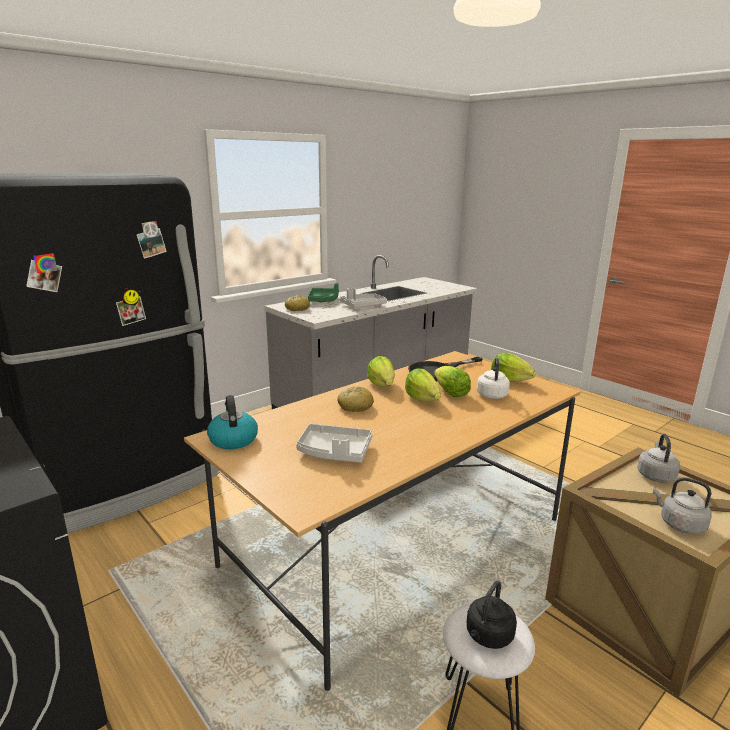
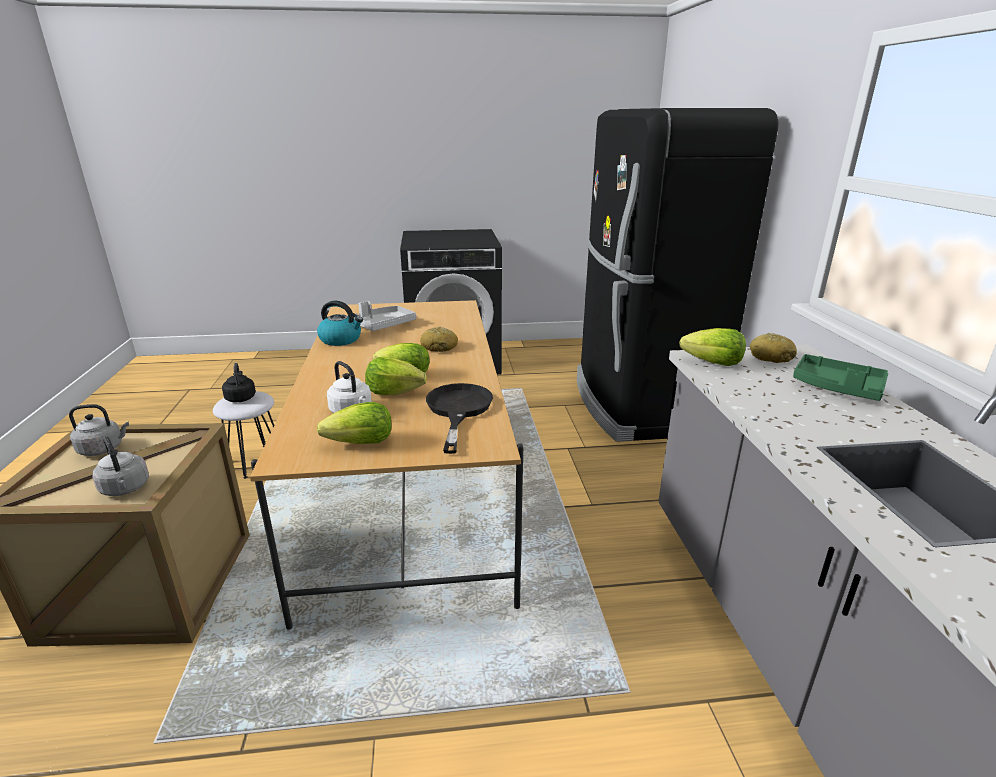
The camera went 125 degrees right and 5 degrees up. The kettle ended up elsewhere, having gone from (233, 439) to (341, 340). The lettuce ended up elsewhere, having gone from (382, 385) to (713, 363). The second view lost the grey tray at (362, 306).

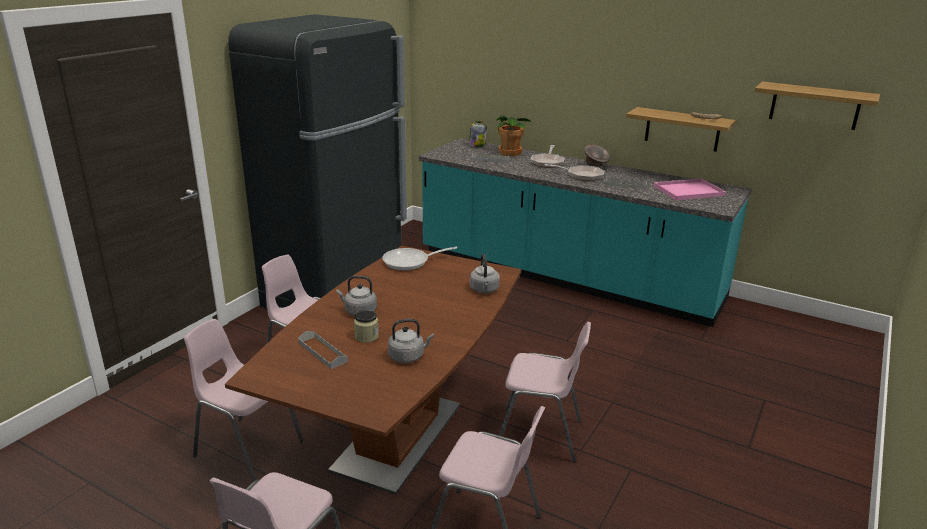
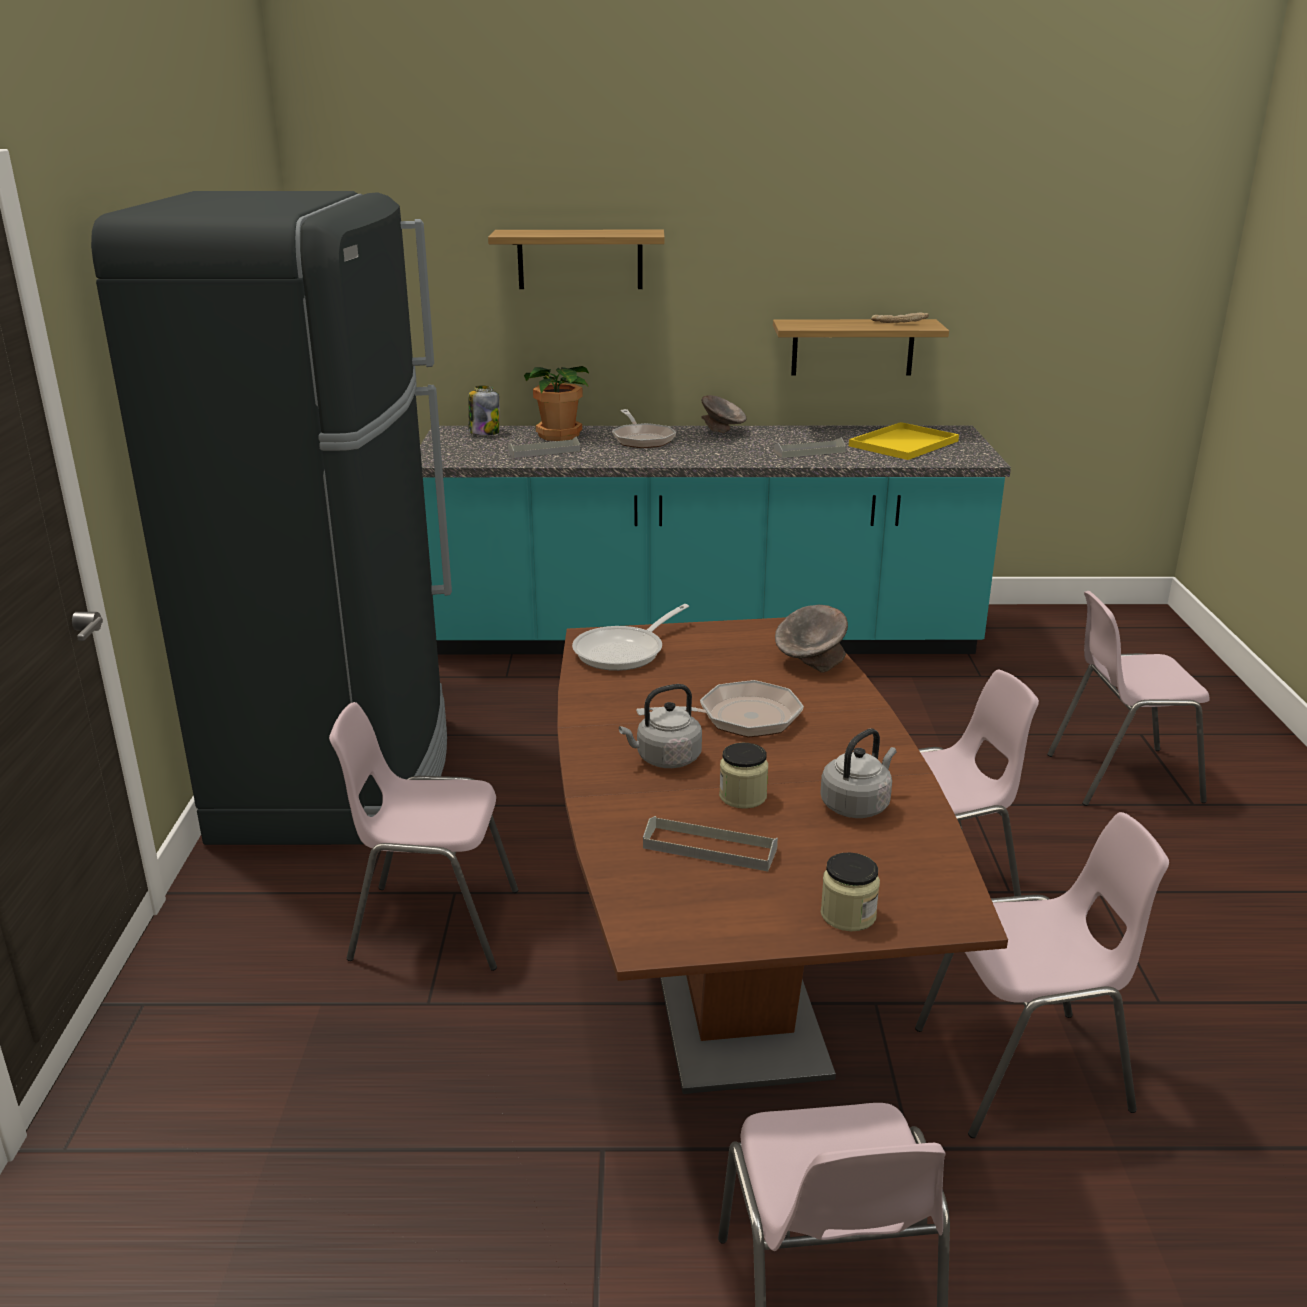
The camera went 30 degrees left and 0 degrees up. The shelf ended up elsewhere, having gone from (814, 105) to (580, 259). The frying pan ended up elsewhere, having gone from (581, 175) to (740, 718). Where the grey kettle stood at (484, 290), the grey bowl came to stand at (810, 663). The second view gained the jar at (848, 915). What was the pink tray at (689, 190) turned into the yellow tray at (904, 443). The pink chair ended up elsewhere, having gone from (247, 449) to (1120, 777).

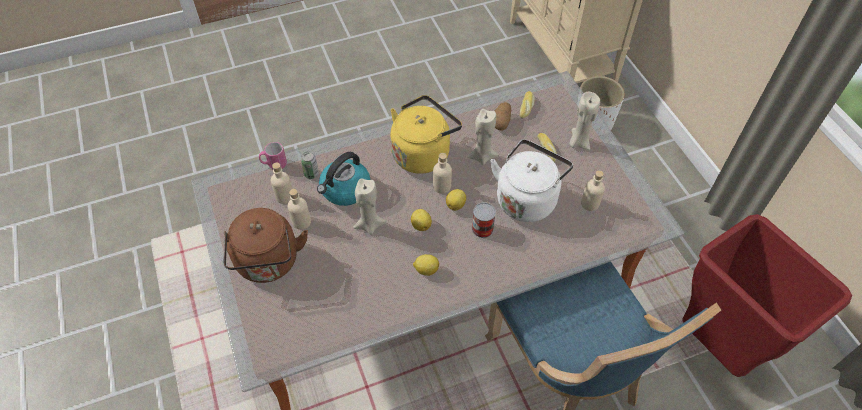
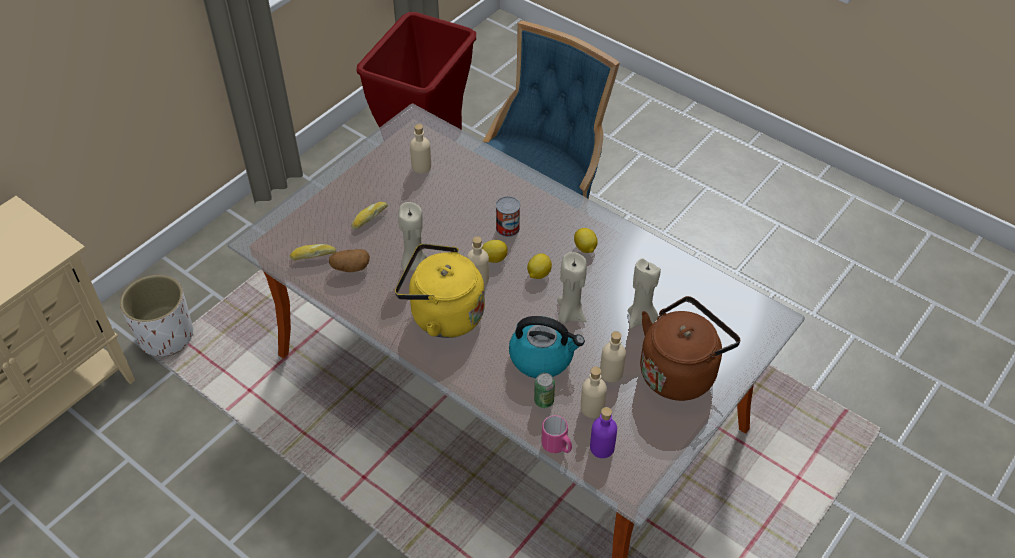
The camera went 120 degrees left and 5 degrees down. The second view gained the purple bottle at (602, 448). The beige candle ended up elsewhere, having gone from (578, 142) to (641, 318). The second view lost the white kettle at (527, 198).

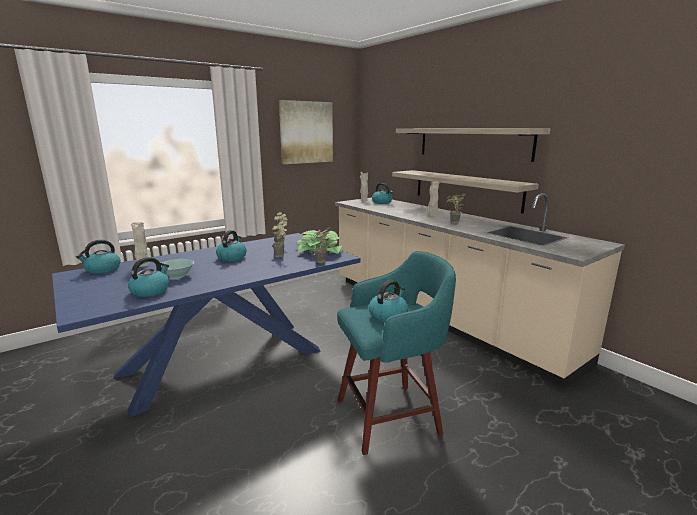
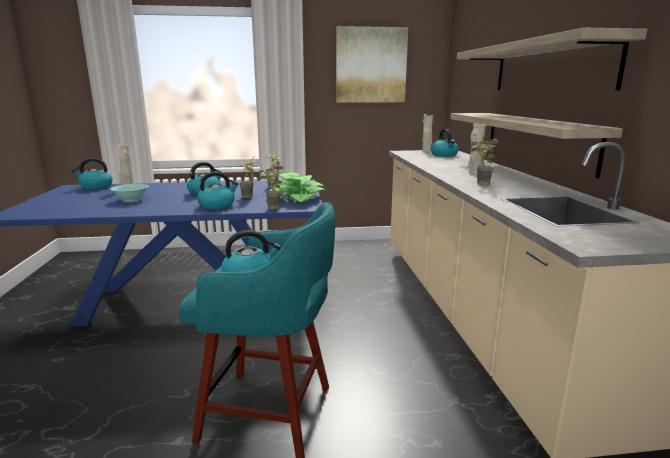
The camera went 30 degrees right and 0 degrees up. The kettle ended up elsewhere, having gone from (150, 291) to (217, 205).

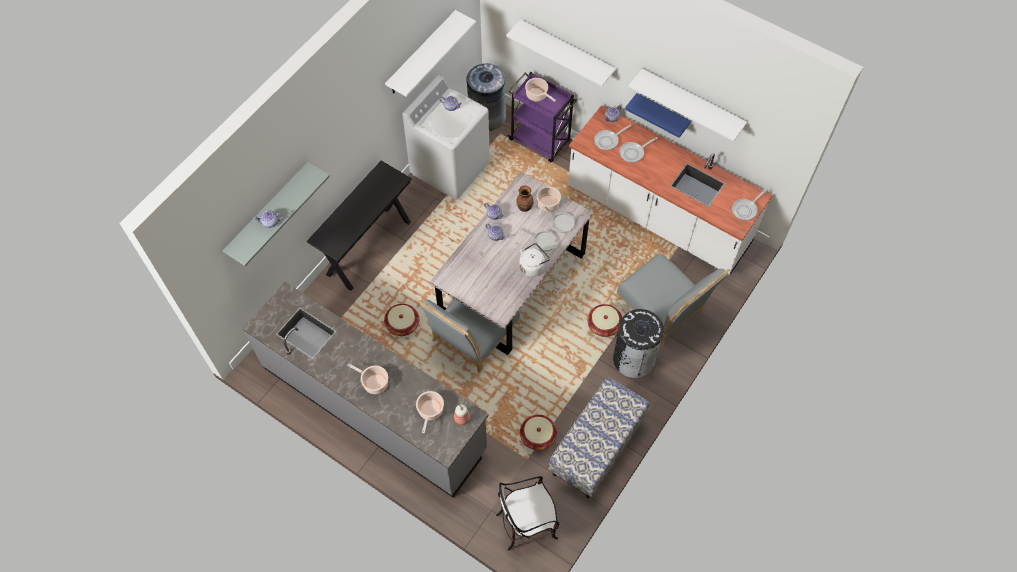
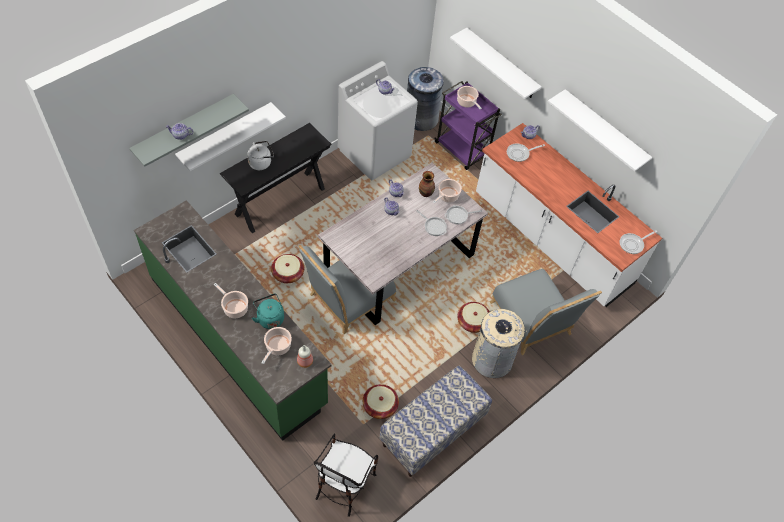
The camera went 10 degrees right and 5 degrees down. What was the grey counter at (374, 408) turned into the green counter at (237, 339). The white shelf ended up elsewhere, having gone from (421, 53) to (225, 135). The white kettle ended up elsewhere, having gone from (533, 266) to (261, 162). The second view gained the turquoise kettle at (270, 318). The chair at (527, 523) ended up facing another way, 60 degrees counterclockwise from before. What was the black trash can at (634, 358) turned into the beige trash can at (492, 359). The second view lost the frying pan at (633, 153). The second view lost the blue shelf at (662, 114).

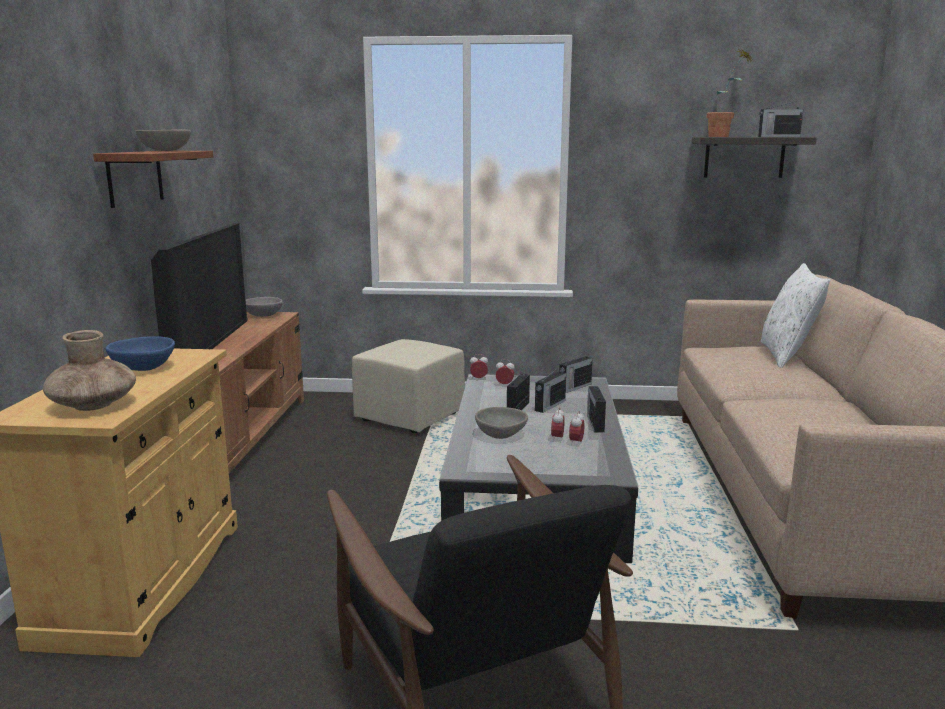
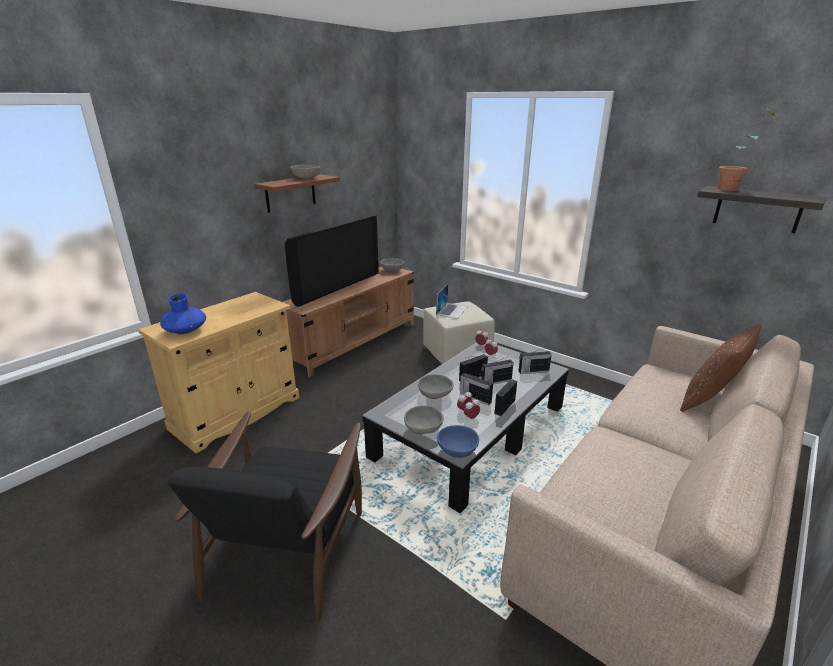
The camera went 35 degrees right and 10 degrees up. What was the brown vase at (94, 405) turned into the blue vase at (186, 330). The second view gained the grey bowl at (423, 429). The second view gained the laptop at (452, 310). The blue bowl ended up elsewhere, having gone from (144, 368) to (457, 451). The radio ended up elsewhere, having gone from (778, 136) to (475, 398). What was the white pillow at (787, 356) turned into the brown pillow at (710, 400).

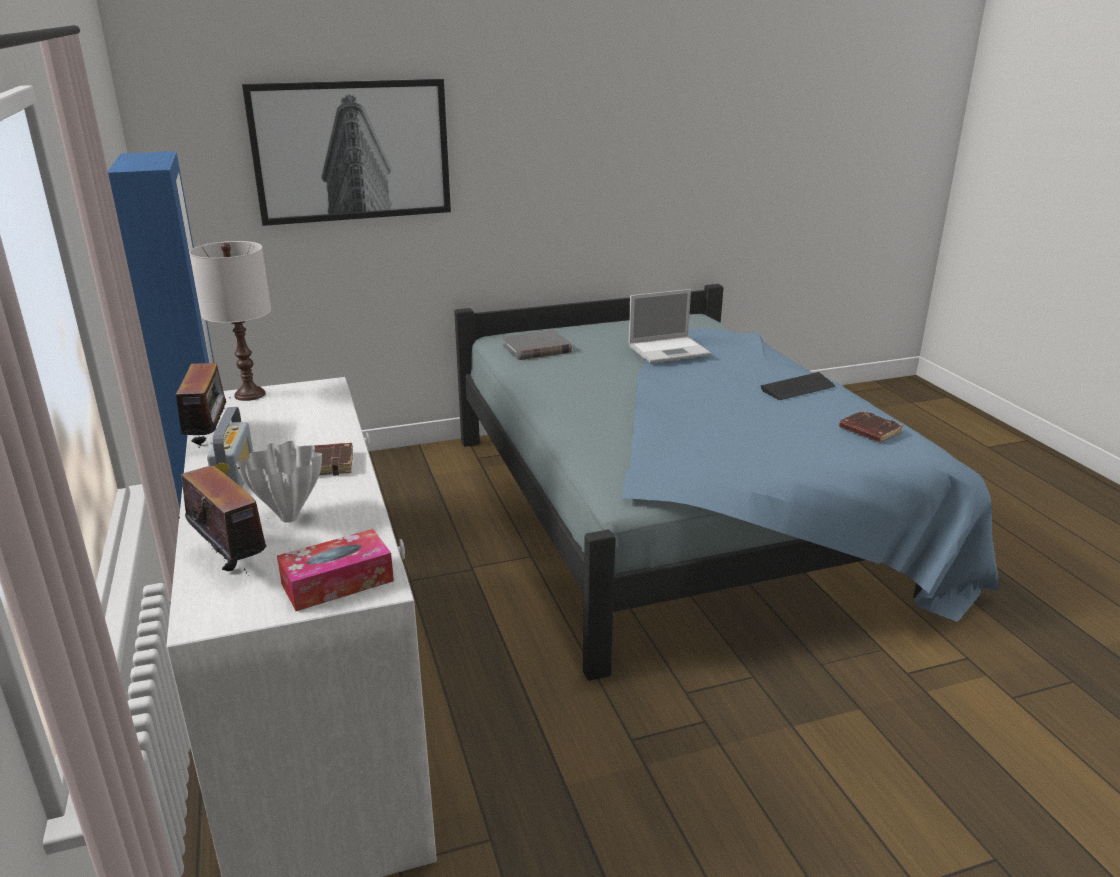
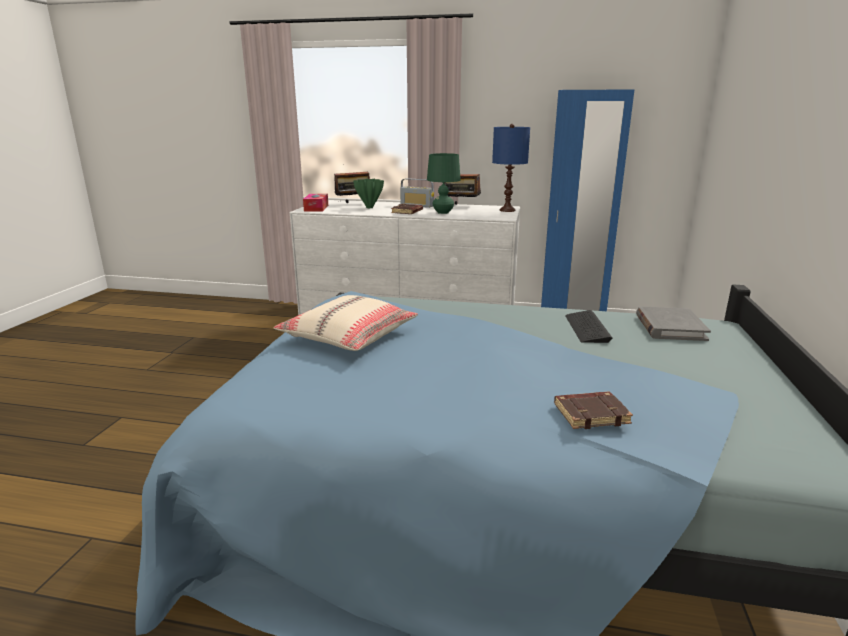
The camera went 120 degrees right and 5 degrees down. The second view gained the beige pillow at (348, 336). What was the white vase at (290, 518) turned into the green vase at (369, 207). The second view gained the green table lamp at (443, 212). What was the white table lamp at (249, 394) turned into the blue table lamp at (507, 210). The brown book ended up elsewhere, having gone from (868, 431) to (591, 414). The keyboard ended up elsewhere, having gone from (798, 388) to (587, 328). The second view lost the picture at (352, 151). The second view lost the laptop at (670, 350).

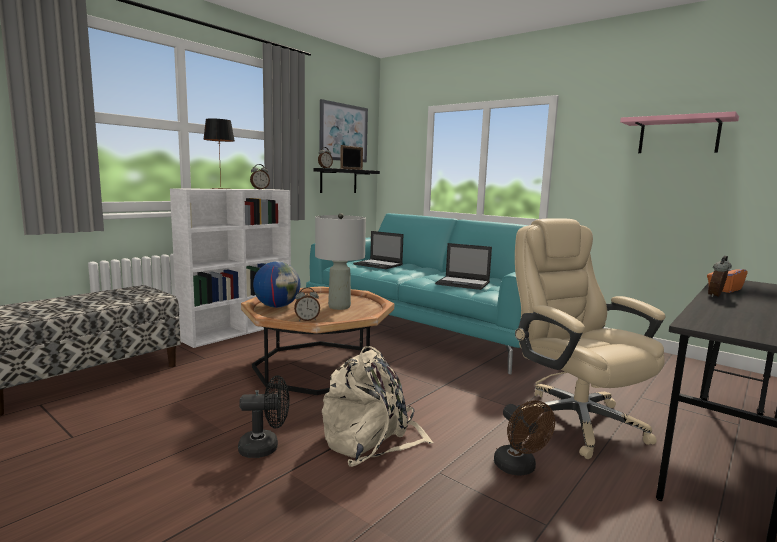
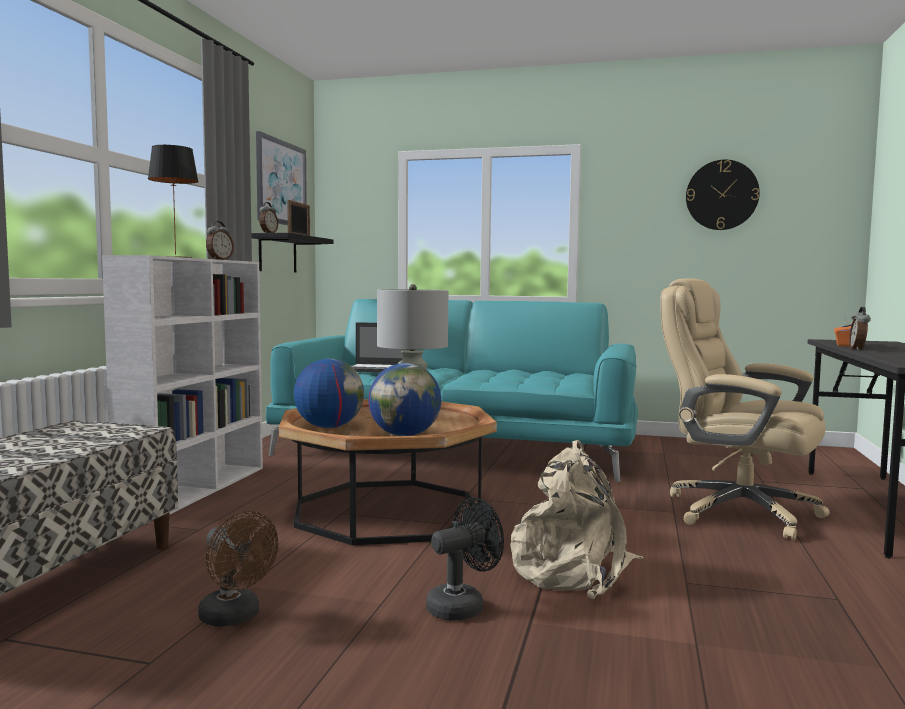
The camera went 25 degrees left and 5 degrees down. The brown fan ended up elsewhere, having gone from (519, 468) to (235, 617). Where the alarm clock stood at (307, 320), the globe came to stand at (405, 435). Where the pink shelf hung at (678, 136), the wall clock came to hang at (722, 195). The second view lost the laptop at (463, 283).

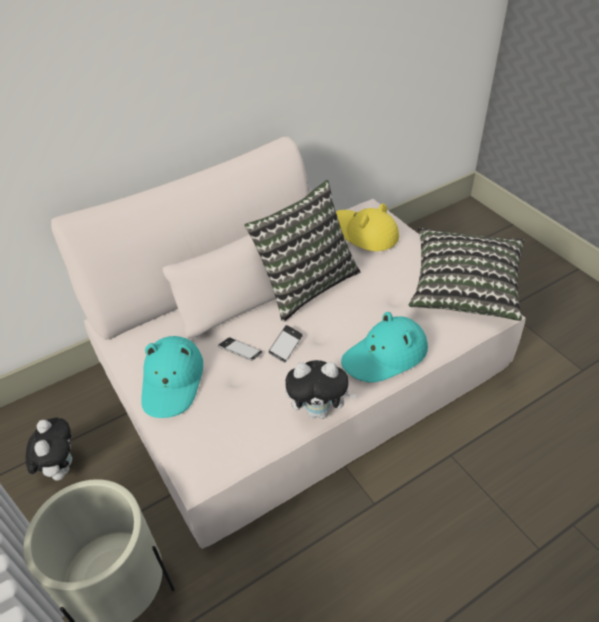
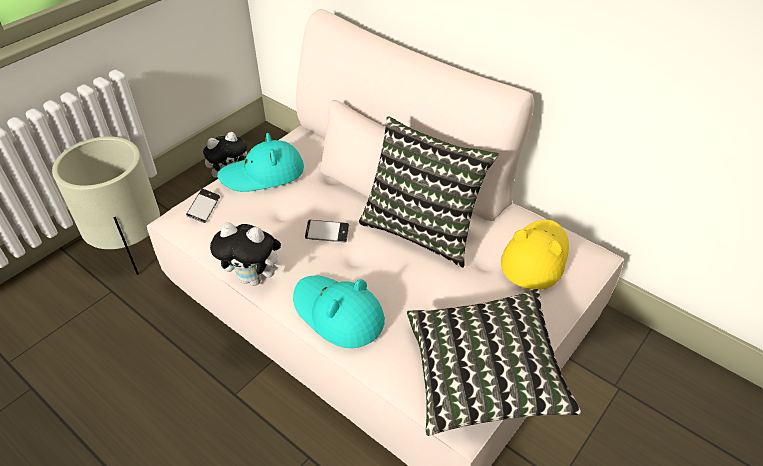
The camera went 70 degrees right and 0 degrees up. The phone ended up elsewhere, having gone from (240, 351) to (204, 208). The plush toy at (319, 411) ended up facing another way, 60 degrees counterclockwise from before.

